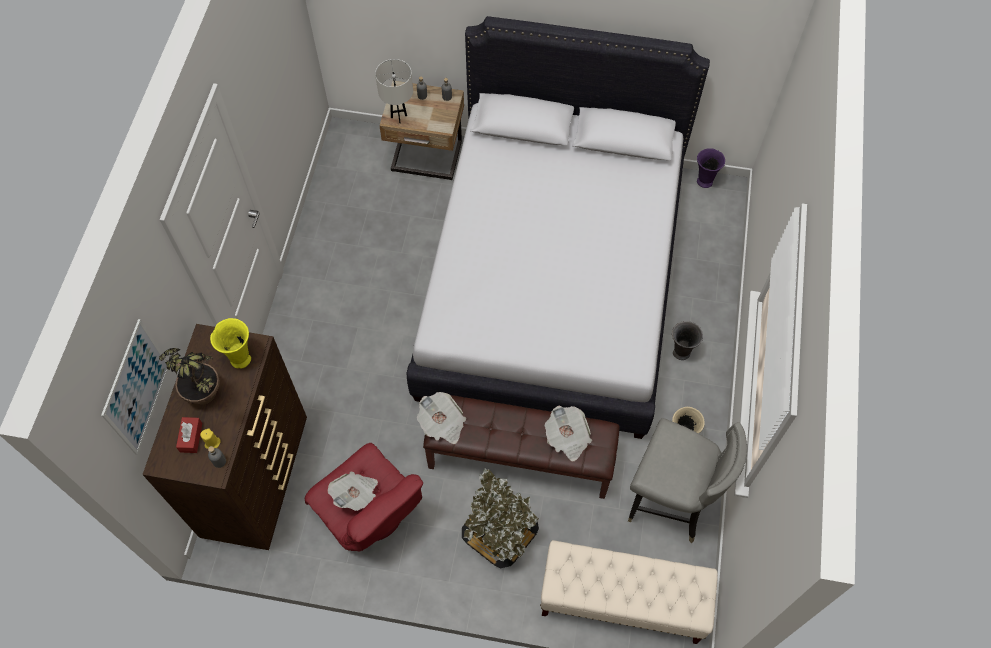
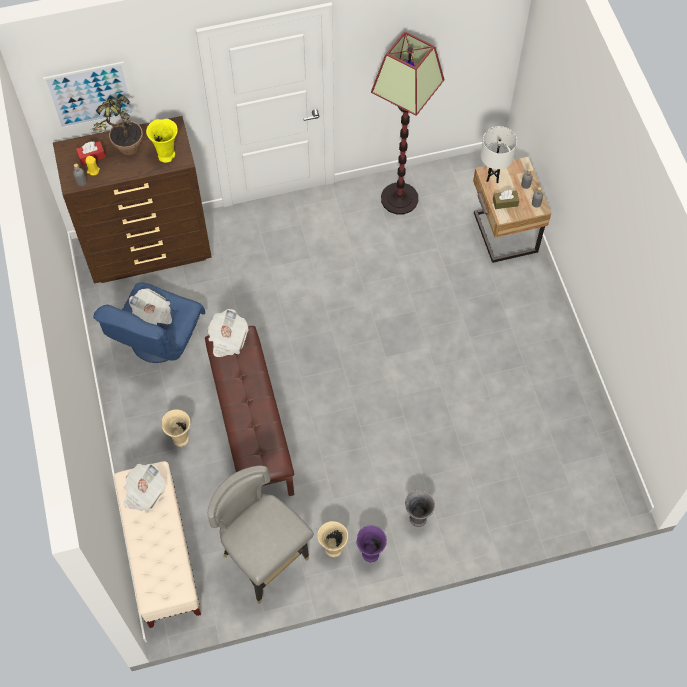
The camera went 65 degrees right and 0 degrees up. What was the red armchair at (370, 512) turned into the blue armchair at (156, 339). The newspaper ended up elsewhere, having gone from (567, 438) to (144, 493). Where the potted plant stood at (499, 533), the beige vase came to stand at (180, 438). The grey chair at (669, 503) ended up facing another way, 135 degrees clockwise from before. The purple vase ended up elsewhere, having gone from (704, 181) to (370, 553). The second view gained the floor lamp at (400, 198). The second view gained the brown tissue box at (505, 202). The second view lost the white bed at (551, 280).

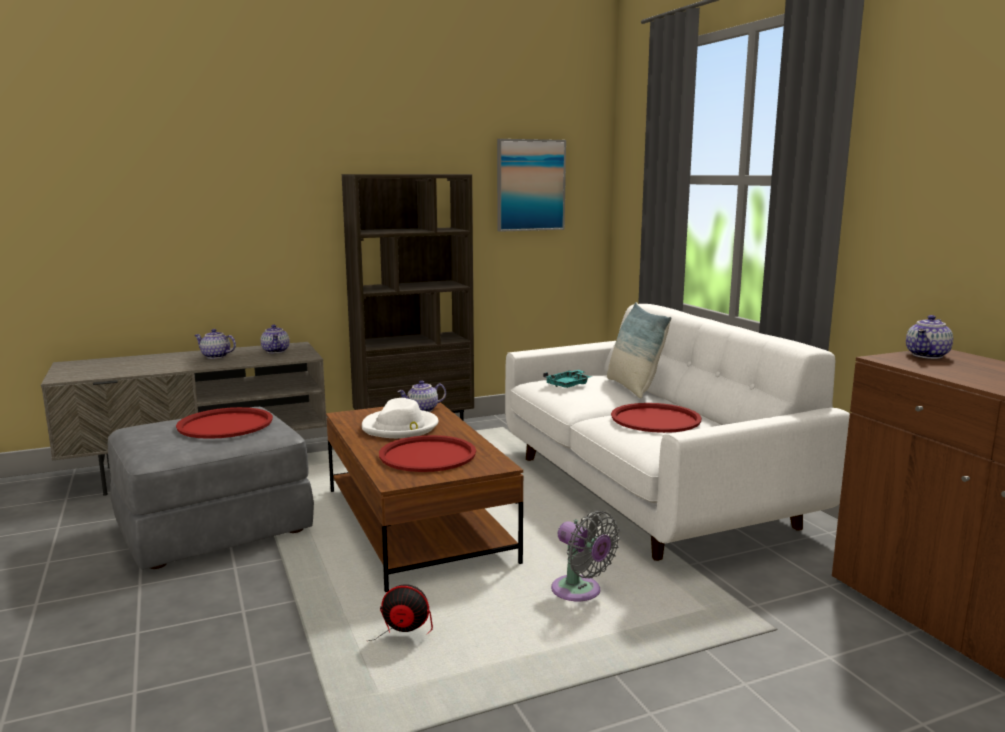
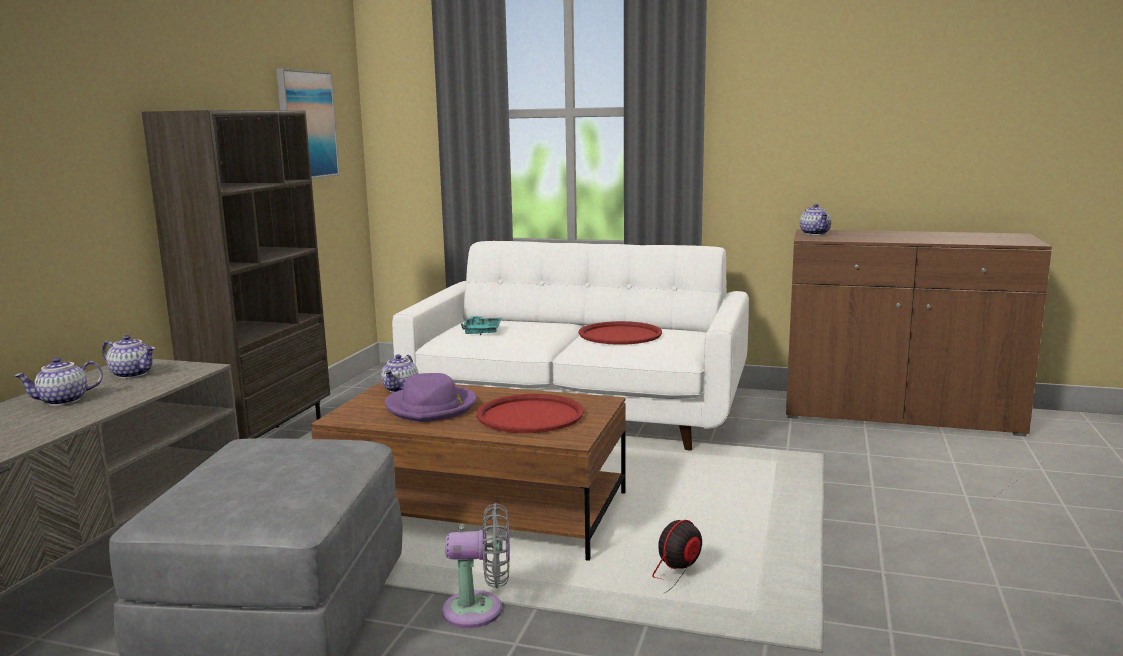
The camera went 50 degrees left and 0 degrees up. What was the white hat at (400, 427) turned into the purple hat at (432, 407). The grey fan ended up elsewhere, having gone from (580, 592) to (479, 610). The second view lost the red tray at (225, 424). The second view lost the pillow at (633, 388).

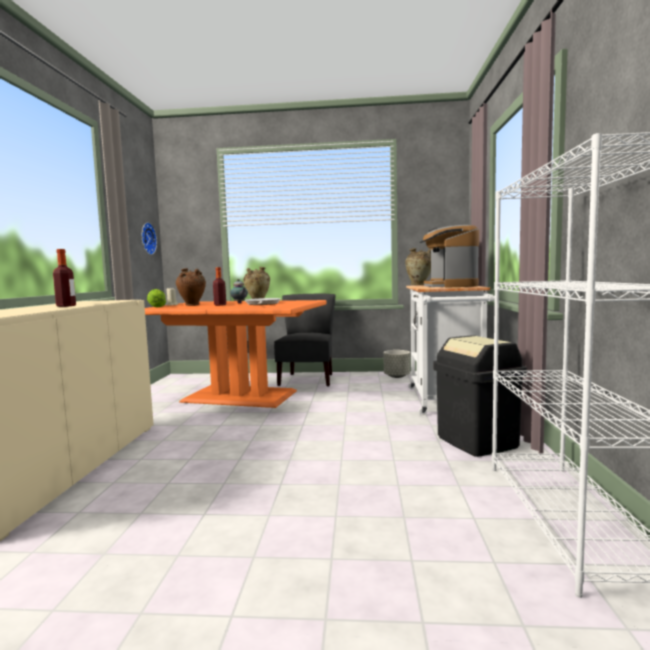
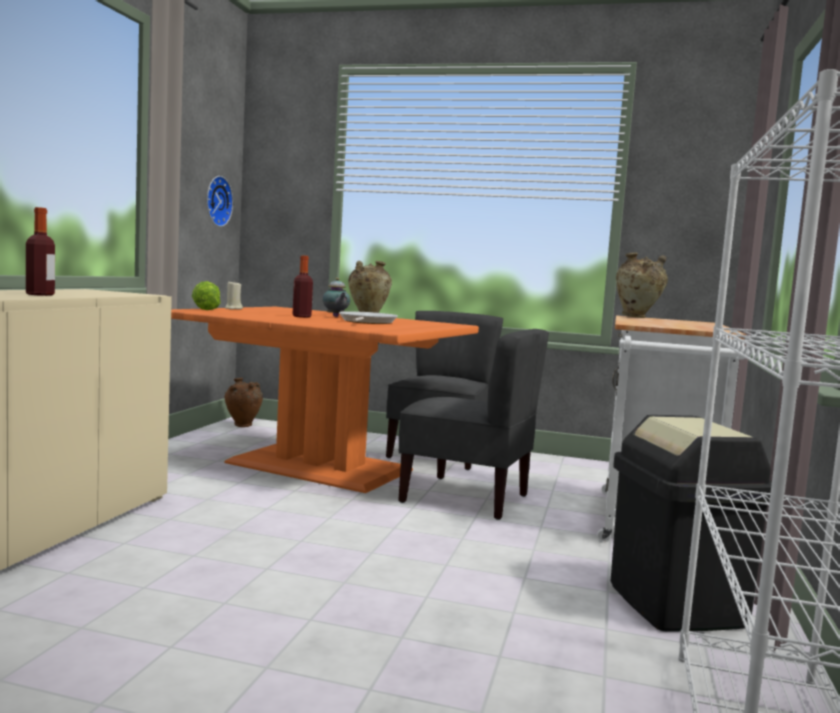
The camera went 10 degrees right and 0 degrees up. The brown vase ended up elsewhere, having gone from (192, 305) to (242, 426). The second view gained the grey chair at (466, 498). The second view lost the grey planter at (396, 376). The second view lost the coffee machine at (450, 286).

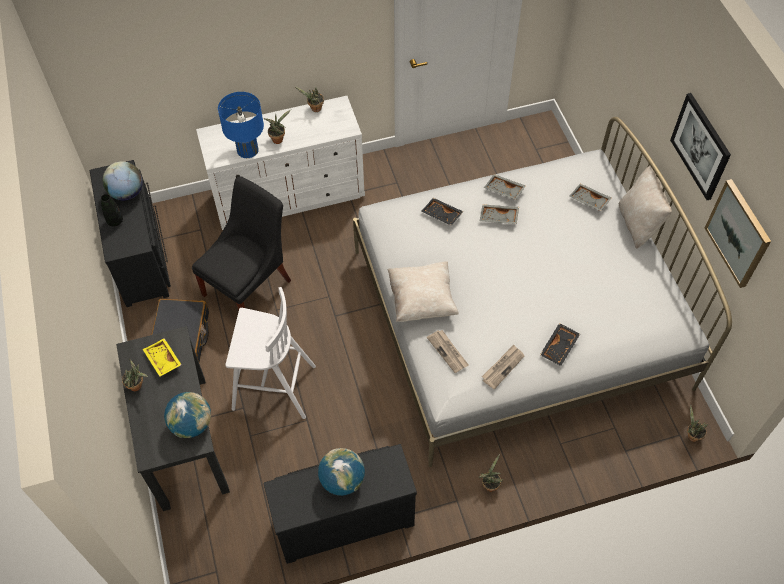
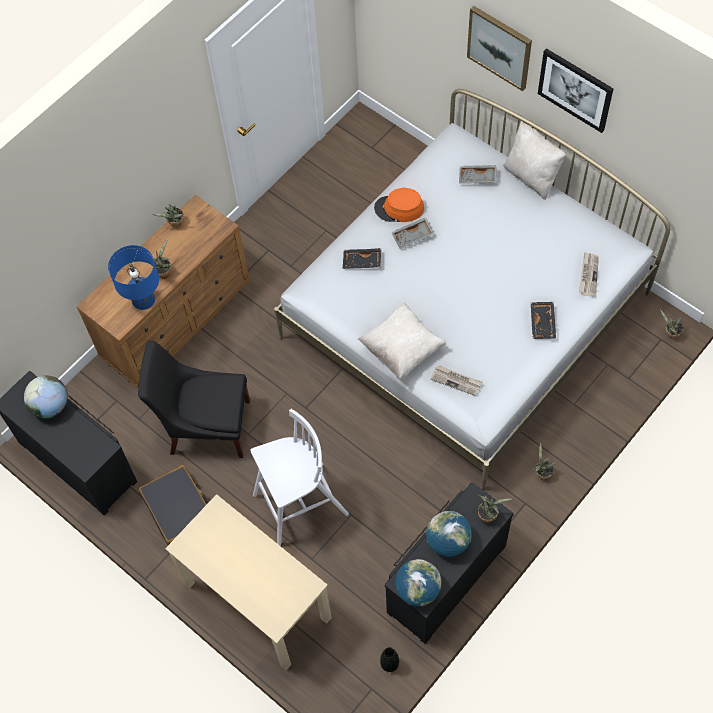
The camera went 30 degrees left and 5 degrees up. What was the white dresser at (289, 195) turned into the brown dresser at (177, 319). The black chair at (250, 285) ended up facing another way, 90 degrees counterclockwise from before. What was the black desk at (184, 440) turned into the beige desk at (256, 600). Where the grey tray stood at (503, 190), the orange hat came to stand at (399, 208). The black vase ended up elsewhere, having gone from (115, 221) to (389, 663). The globe ended up elsewhere, having gone from (191, 424) to (418, 589). The picture ended up elsewhere, having gone from (738, 233) to (500, 47). The potted plant ended up elsewhere, having gone from (137, 385) to (488, 515). The newspaper ended up elsewhere, having gone from (503, 367) to (588, 275). The second view lost the yellow tray at (162, 360).

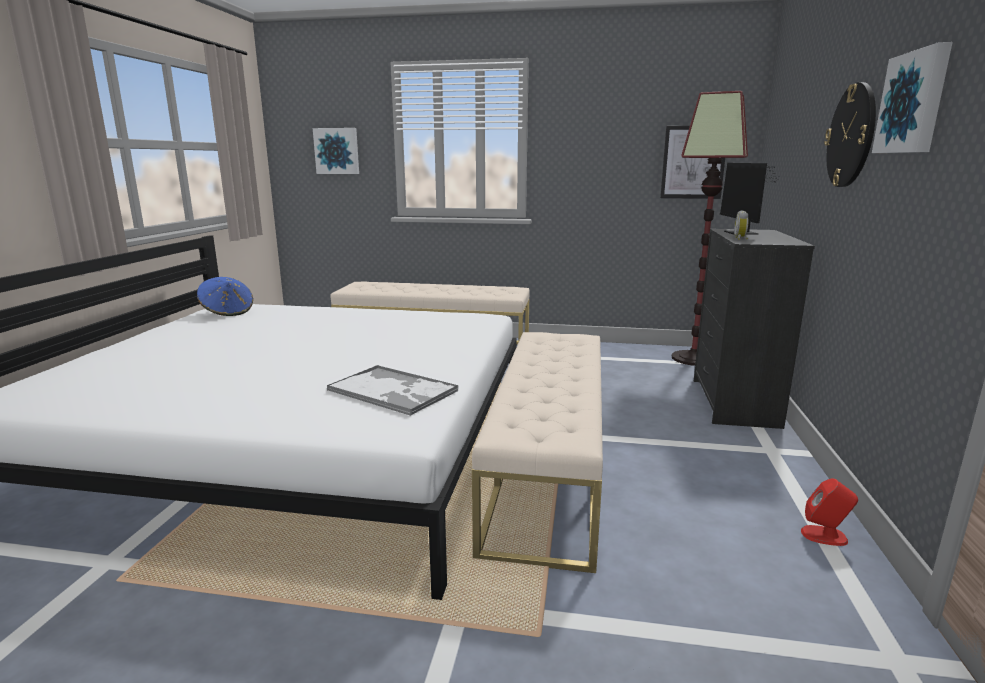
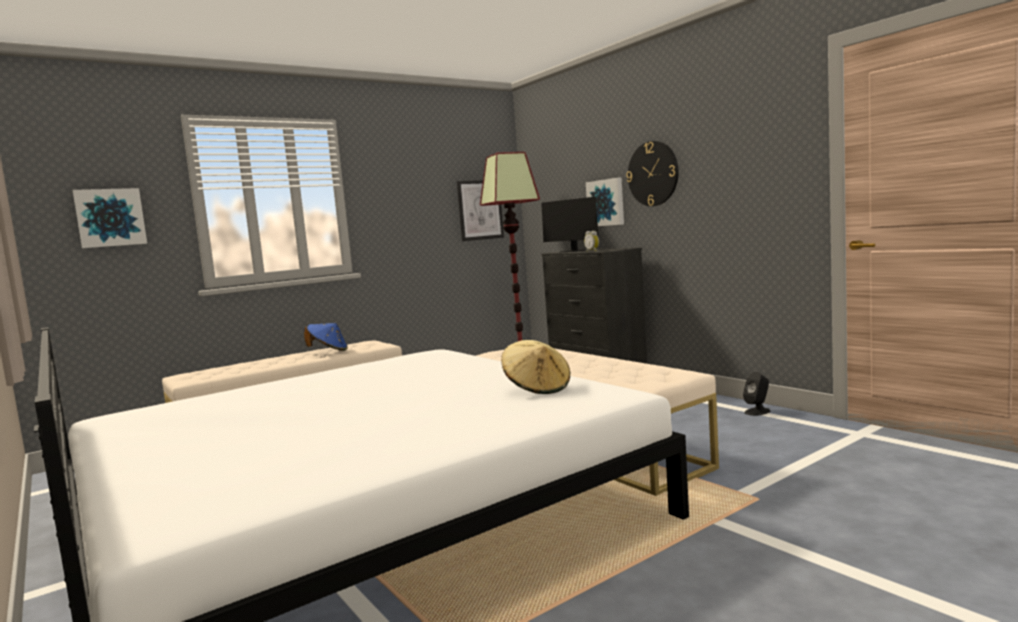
The camera went 45 degrees left and 10 degrees down. The blue hat ended up elsewhere, having gone from (227, 312) to (328, 351). Where the tray stood at (393, 391), the beige hat came to stand at (537, 388). The picture ended up elsewhere, having gone from (914, 103) to (606, 202). What was the red speaker at (824, 536) turned into the black speaker at (757, 411).

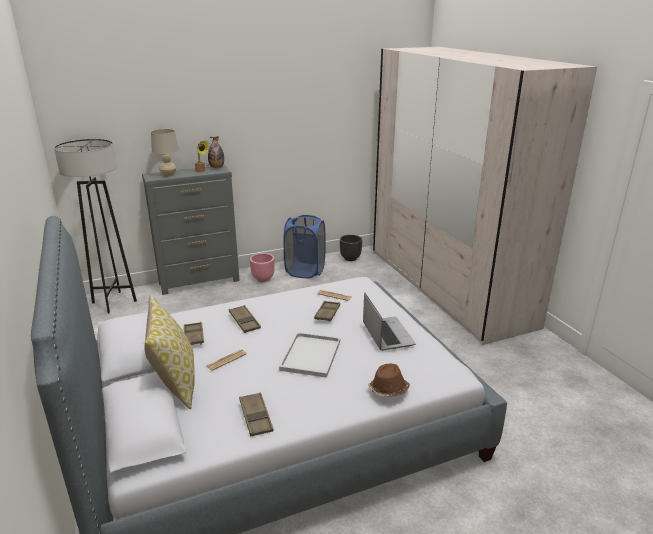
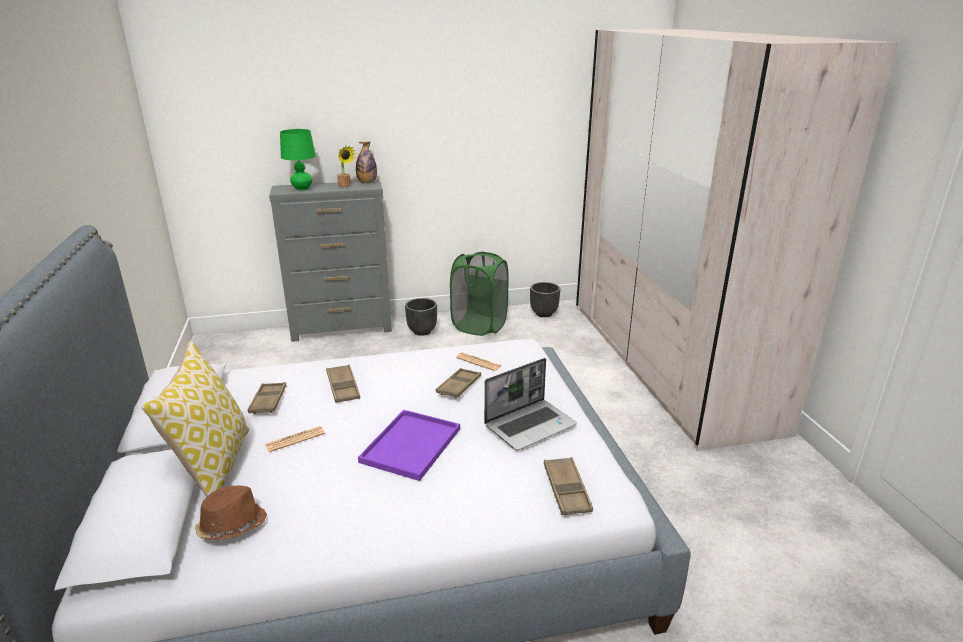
The camera went 10 degrees right and 0 degrees up. The brown hat ended up elsewhere, having gone from (388, 390) to (231, 526). What was the beige table lamp at (168, 175) turned into the green table lamp at (302, 188). What was the white tray at (311, 356) turned into the purple tray at (411, 446). What was the pink planter at (262, 279) turned into the black planter at (422, 331). What was the blue laundry basket at (305, 271) turned into the green laundry basket at (479, 326). The laptop at (386, 334) ended up facing another way, 60 degrees clockwise from before. The brown tray ended up elsewhere, having gone from (256, 417) to (566, 490). The second view lost the grey floor lamp at (114, 302).

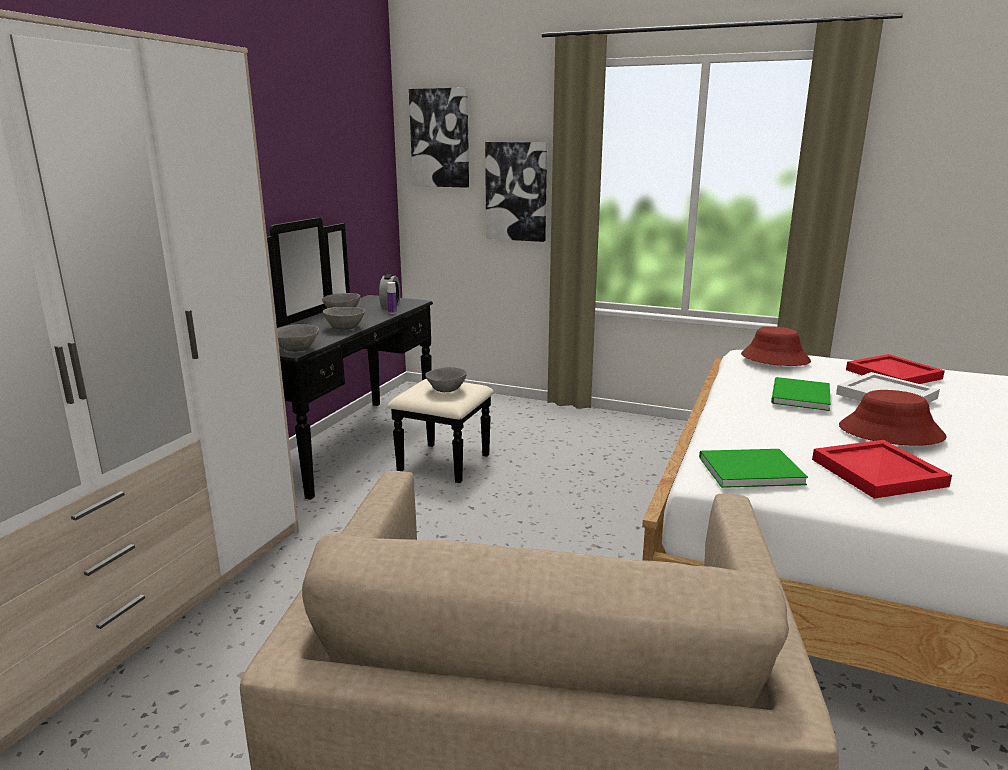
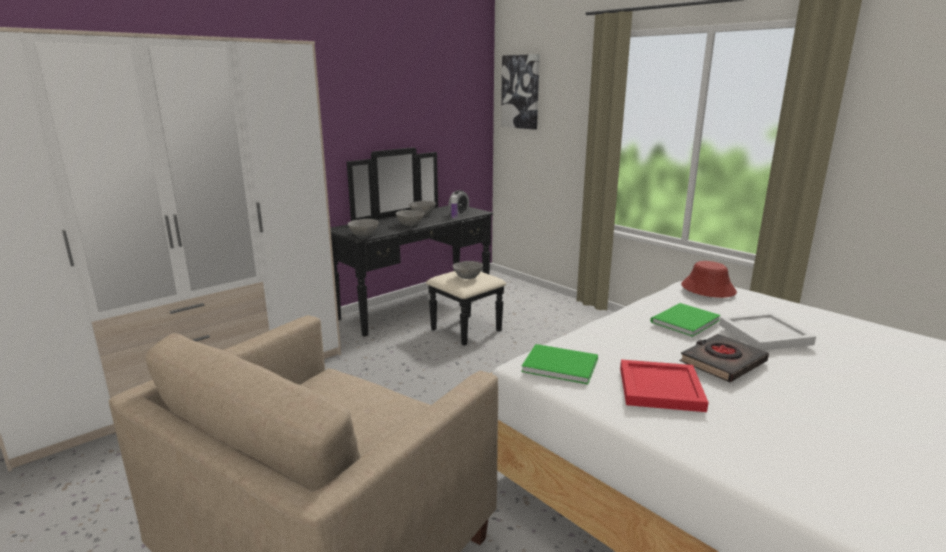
The camera went 25 degrees right and 0 degrees up. Where the red hat stood at (890, 432), the black book came to stand at (722, 362). The second view lost the picture at (516, 191). The second view lost the red tray at (893, 374).

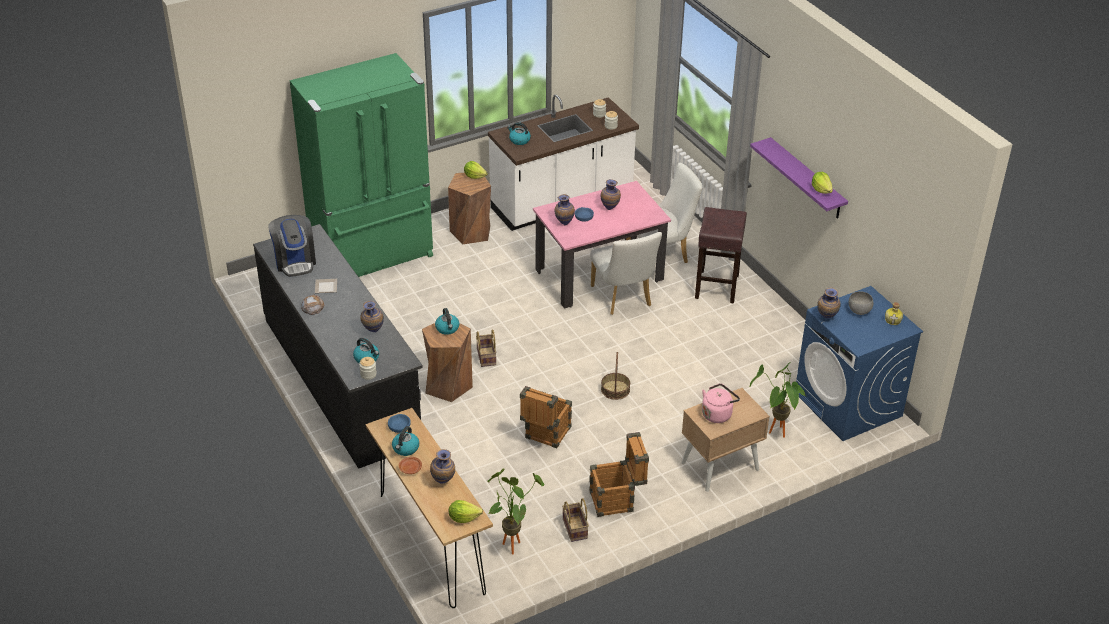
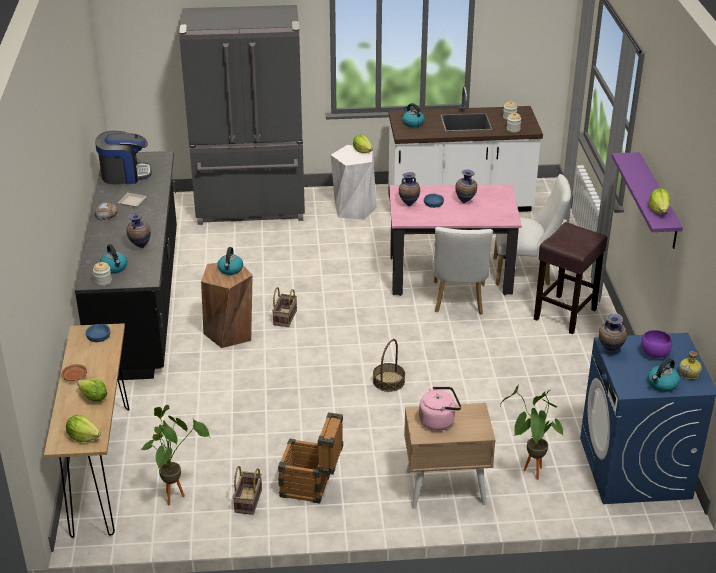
The camera went 25 degrees right and 5 degrees down. Where the vase stood at (443, 482), the lettuce came to stand at (93, 398). The coffee machine at (295, 261) ended up facing another way, 105 degrees counterclockwise from before. What was the green fridge at (373, 255) turned into the grey fridge at (251, 207). What was the brown stool at (471, 232) turned into the white stool at (354, 209). What was the grey bowl at (858, 311) turned into the purple bowl at (654, 354). The kettle ended up elsewhere, having gone from (405, 448) to (662, 384). The second view lost the crate at (545, 436).

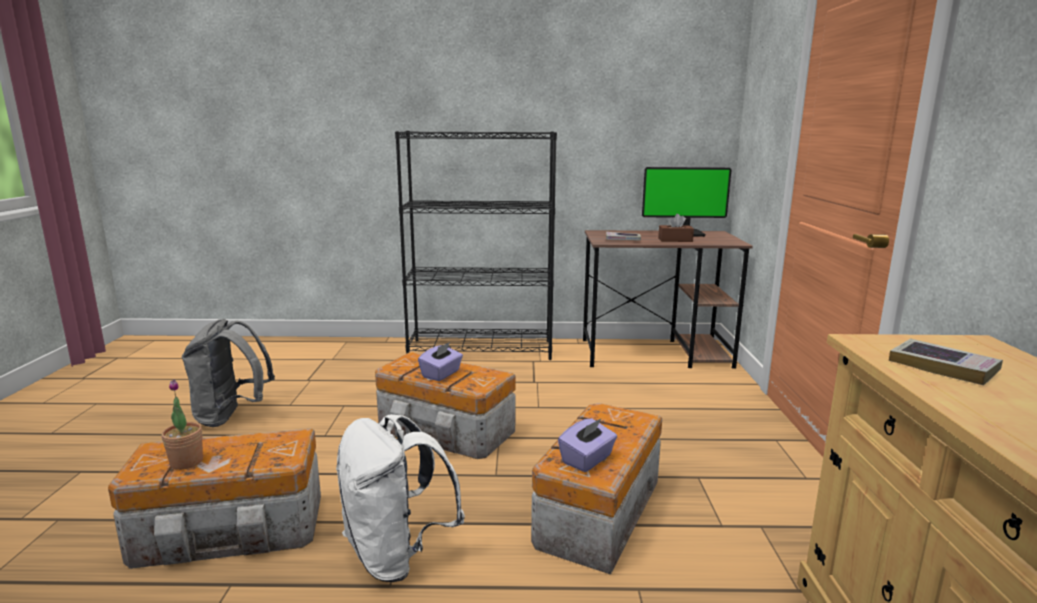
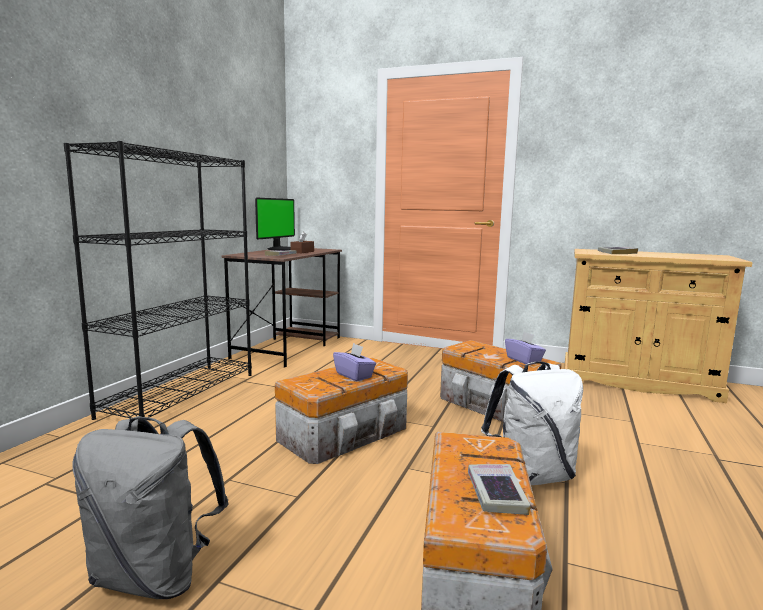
The camera went 70 degrees left and 5 degrees down. Where the potted plant stood at (186, 462), the book came to stand at (496, 493).

